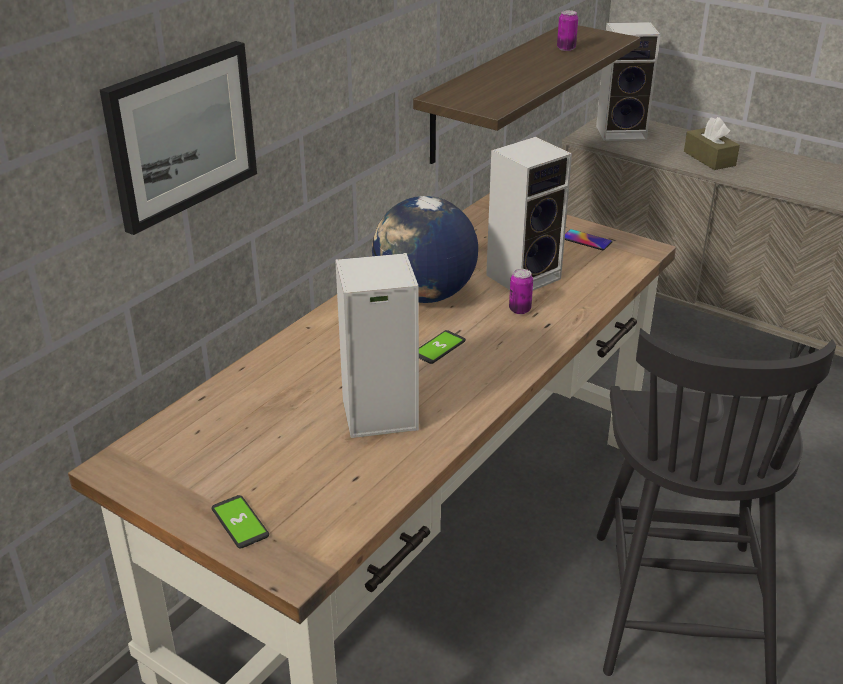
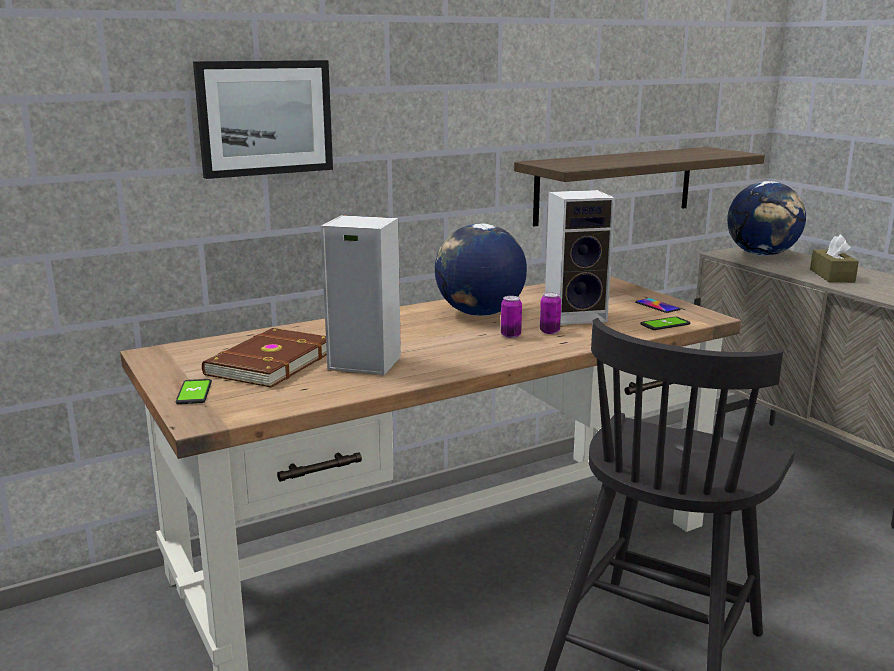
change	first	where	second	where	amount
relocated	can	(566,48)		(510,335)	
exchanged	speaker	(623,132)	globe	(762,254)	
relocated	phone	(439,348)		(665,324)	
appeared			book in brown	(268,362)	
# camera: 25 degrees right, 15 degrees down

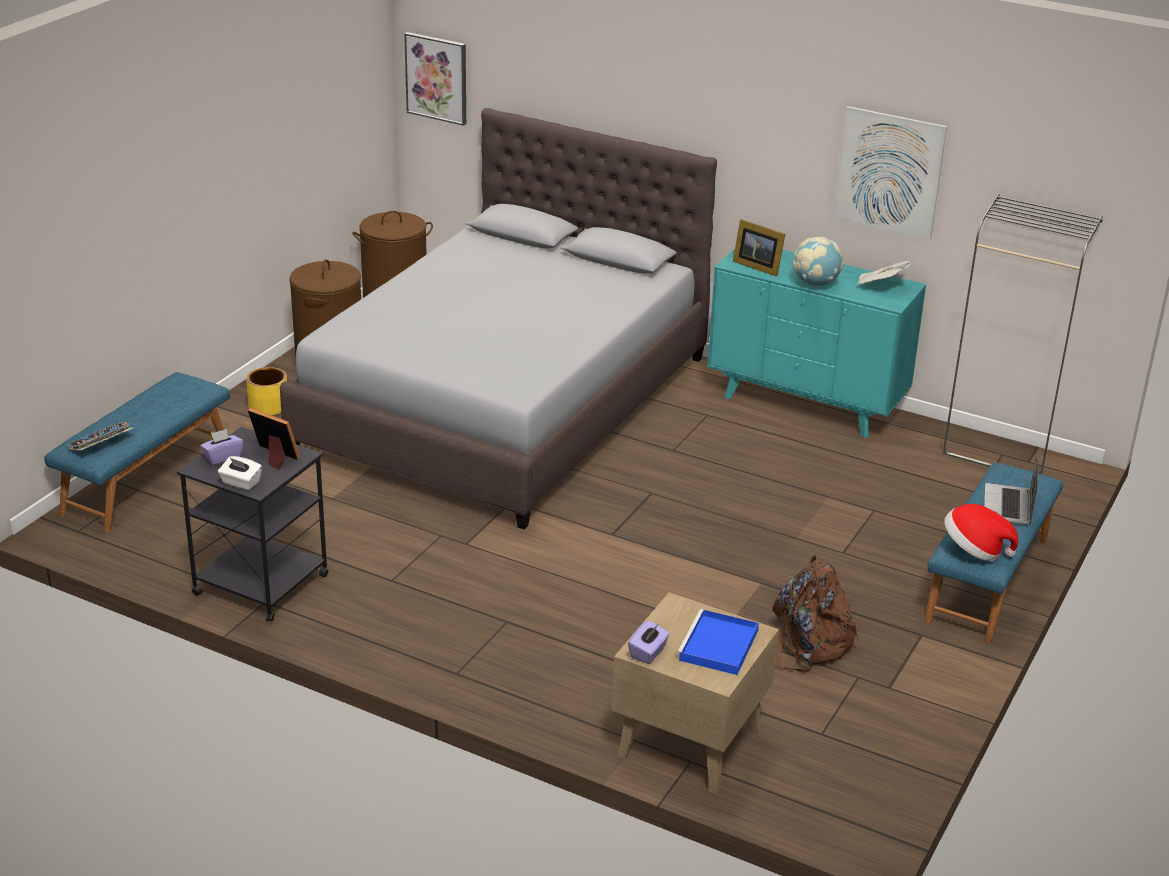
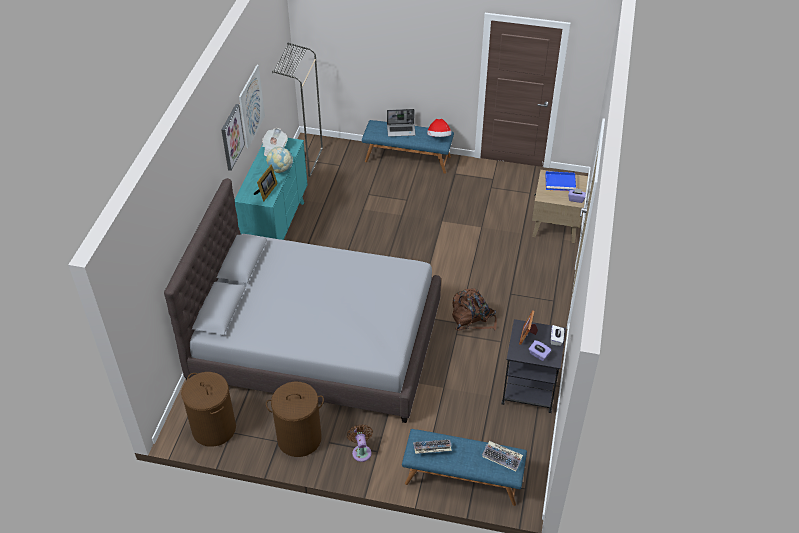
change	first	where	second	where	amount
relocated	picture	(437,78)		(231,137)	
exchanged	planter in yellow	(268,407)	fan in brown	(361,451)	
relocated	backpack in brown	(809,643)		(472,319)	
appeared			keyboard	(431,449)	
# camera: 105 degrees left, 15 degrees up

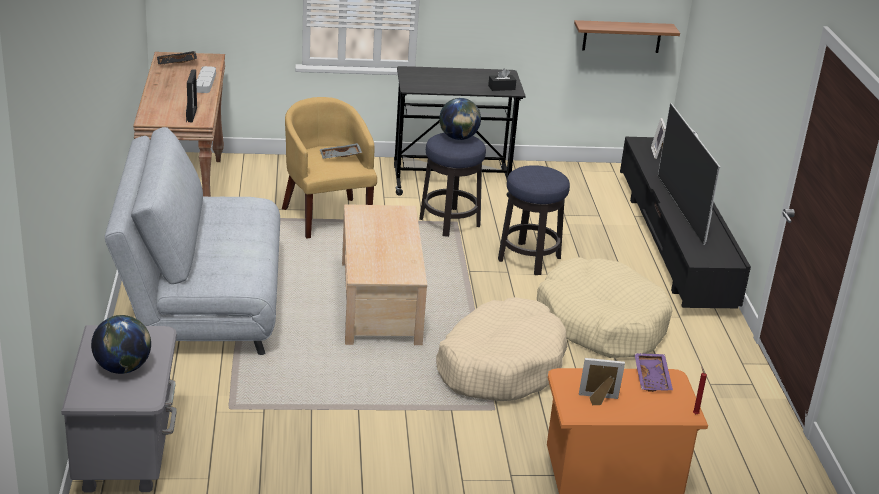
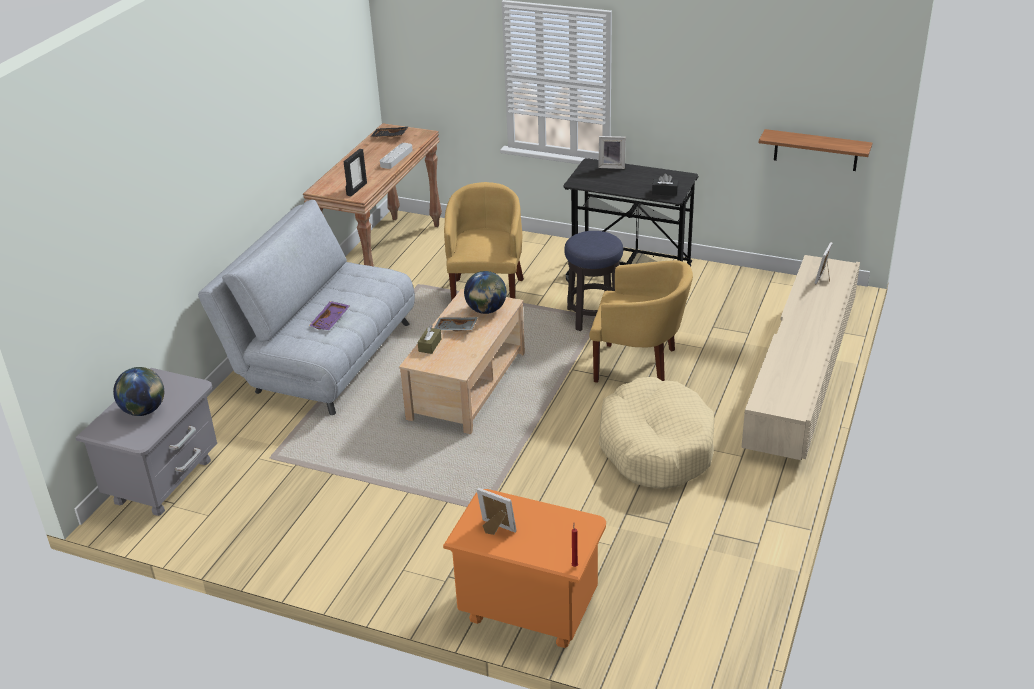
change	first	where	second	where	amount
relocated	globe	(458,138)		(486,310)	
missing	television	(681,209)			
colour	tv stand in black	(674,244)	tv stand in beige	(802,377)	
relocated	tray in grey	(340,156)		(455,329)	
exchanged	stool	(529,259)	armchair in yellow	(639,367)	
missing	dog bed in beige	(500,365)			
relocated	tray in purple	(653,378)		(331,321)	
appeared			picture frame	(612,166)	
appeared			tissue box in brown	(430,345)	
# camera: 30 degrees right, 5 degrees up

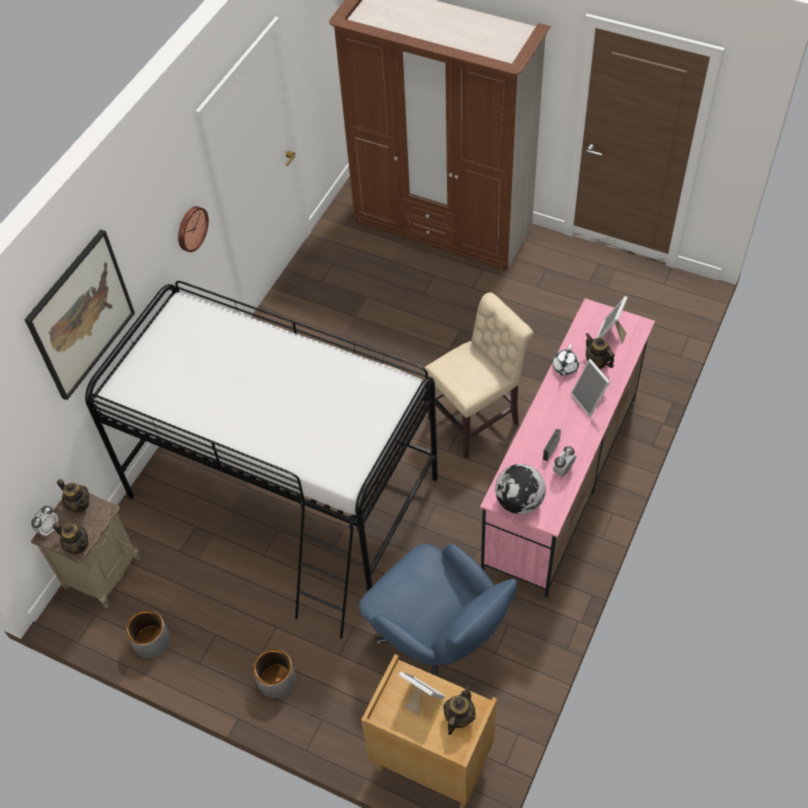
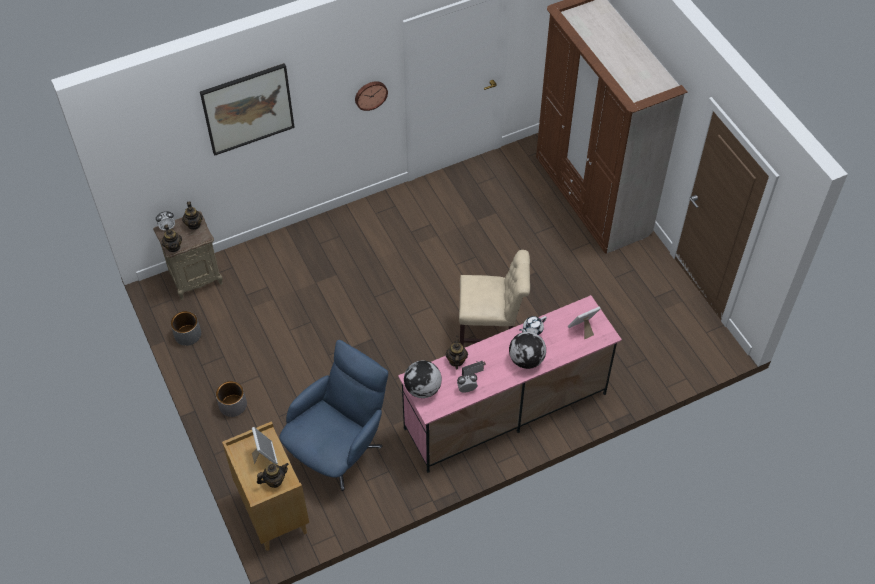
change	first	where	second	where	amount
missing	bed in black	(284,491)			
relocated	teapot	(597,362)		(456,360)	
exchanged	picture frame	(590,401)	globe	(526,360)	
spun	armchair in blue	(437,640)		(340,449)	135 degrees counterclockwise
# camera: 35 degrees right, 0 degrees up

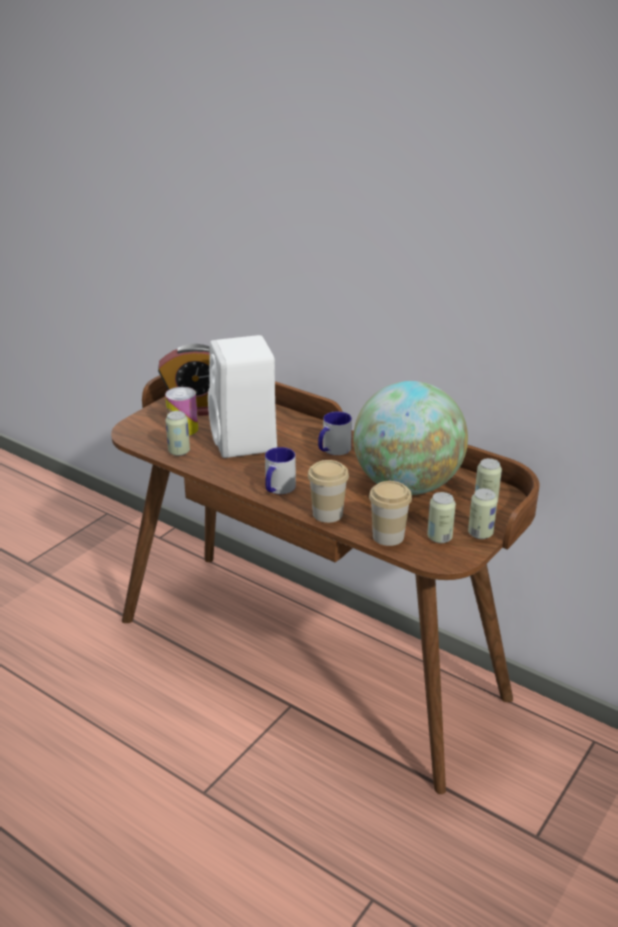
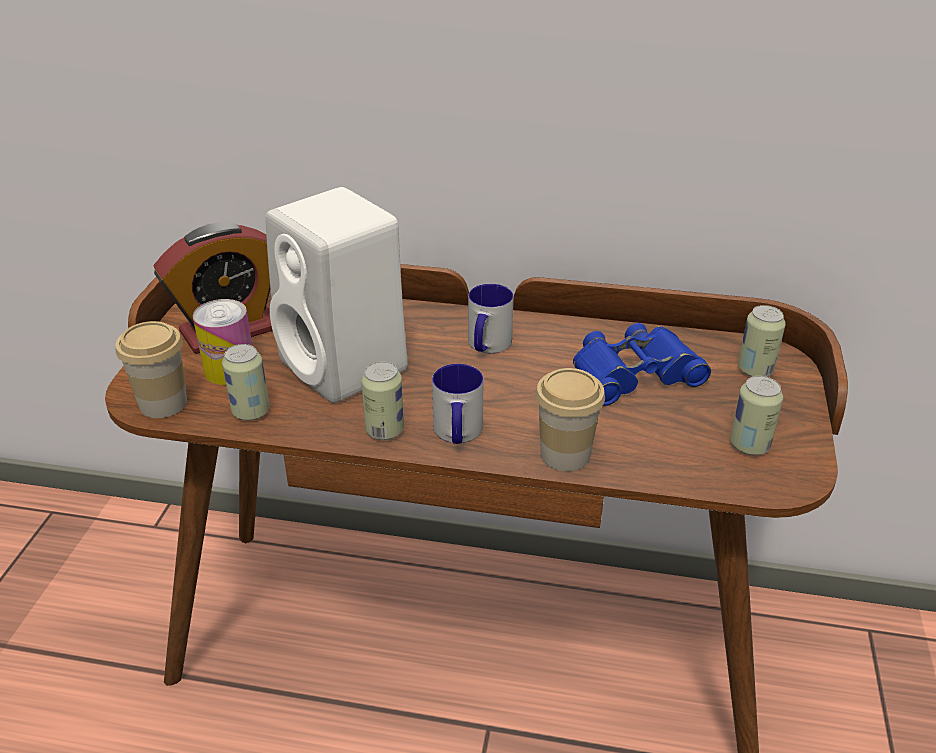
change	first	where	second	where	amount
exchanged	globe	(406,486)	binoculars in blue	(634,374)	
relocated	cup	(388,536)		(163,403)	
relocated	can	(480,533)		(385,430)	
# camera: 25 degrees left, 5 degrees up

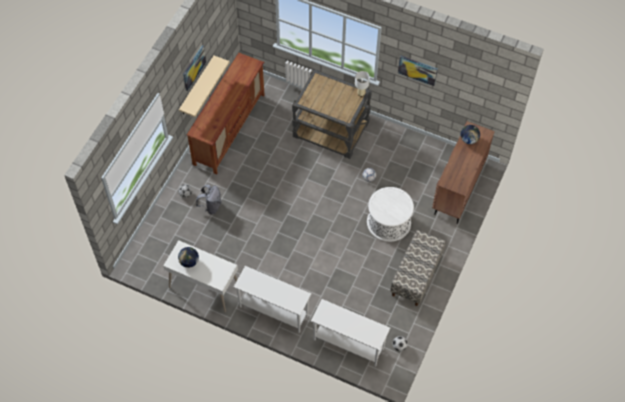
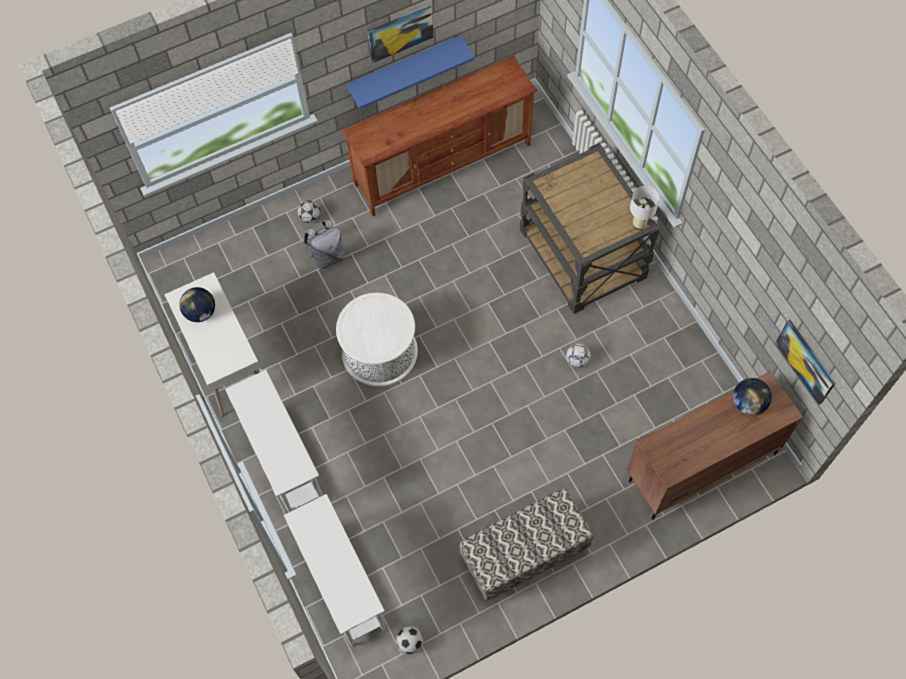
change	first	where	second	where	amount
colour	shelf in beige	(197,86)	shelf in blue	(404,67)	
relocated	picture	(417,70)		(806,361)	
relocated	coffee table in white	(388,222)		(379,351)	
# camera: 40 degrees right, 5 degrees up

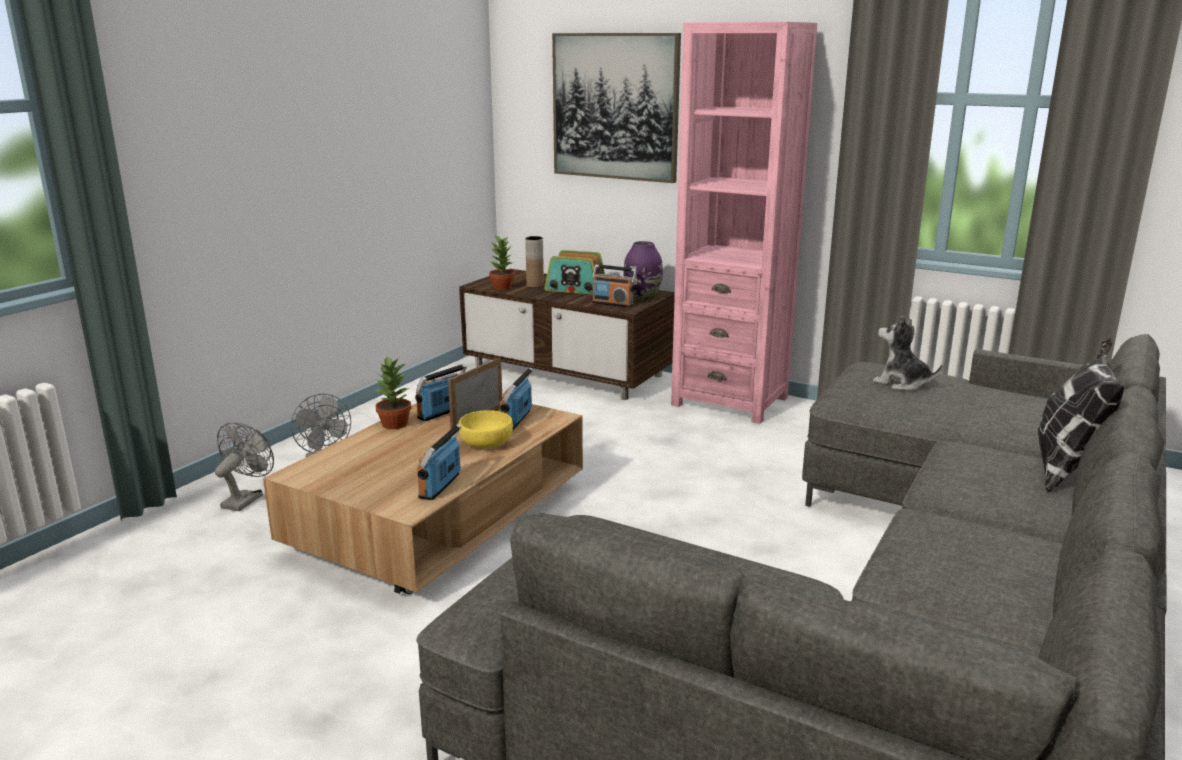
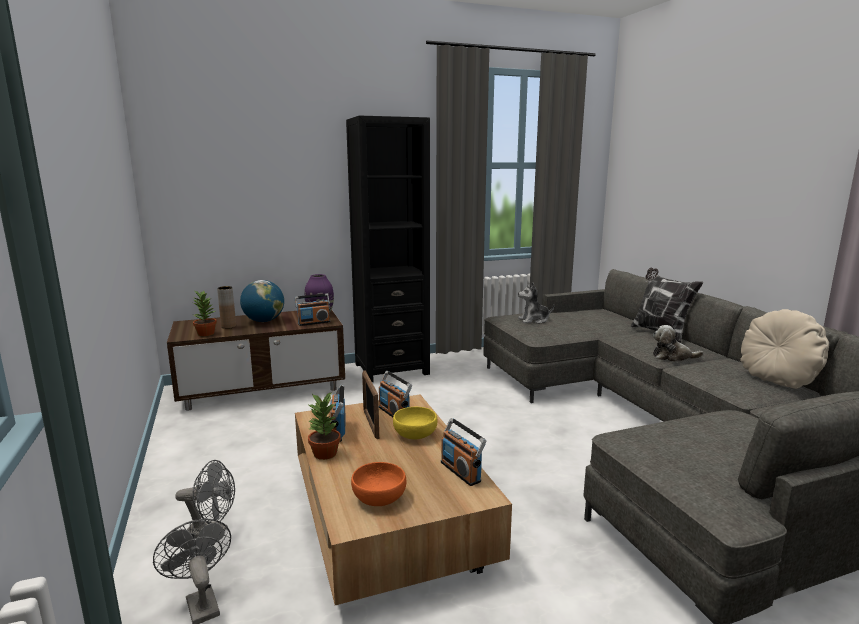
change	first	where	second	where	amount
colour	bookcase in pink	(730,401)	bookcase in black	(391,369)	
missing	picture	(615,107)			
exchanged	radio	(575,289)	globe	(264,321)	
appeared			pillow in beige	(777,381)	
appeared			plush toy	(672,357)	
appeared			bowl in orange	(378,498)	
# camera: 50 degrees left, 5 degrees down

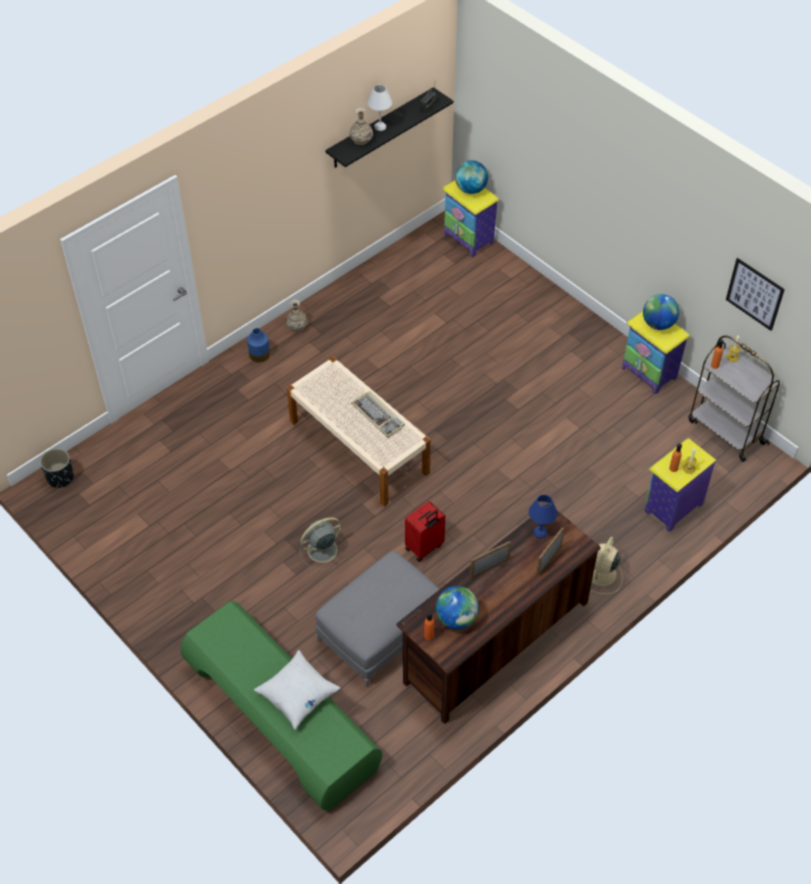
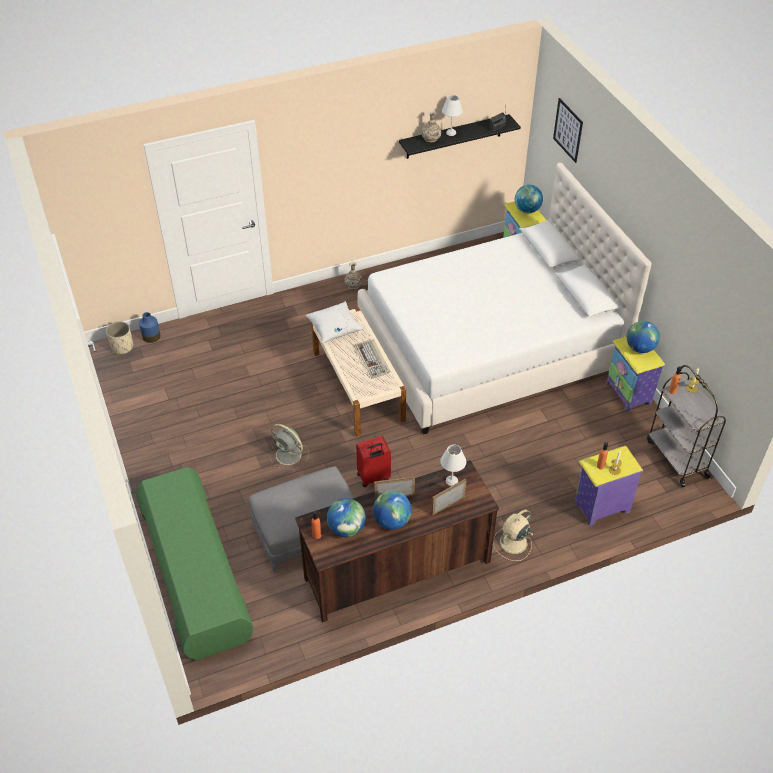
change	first	where	second	where	amount
relocated	picture	(754,294)		(568,130)	
relocated	vase in blue	(259,354)		(151,336)	
colour	planter in black	(60,477)	planter in beige	(122,347)	
colour	table lamp in blue	(539,532)	table lamp in white	(451,481)	
spun	fan in grey	(321,550)		(289,455)	135 degrees counterclockwise
relocated	pillow in grey	(297,695)		(334,328)	
appeared			bed in white	(489,347)	
appeared			globe	(392,521)	
# camera: 20 degrees right, 5 degrees down

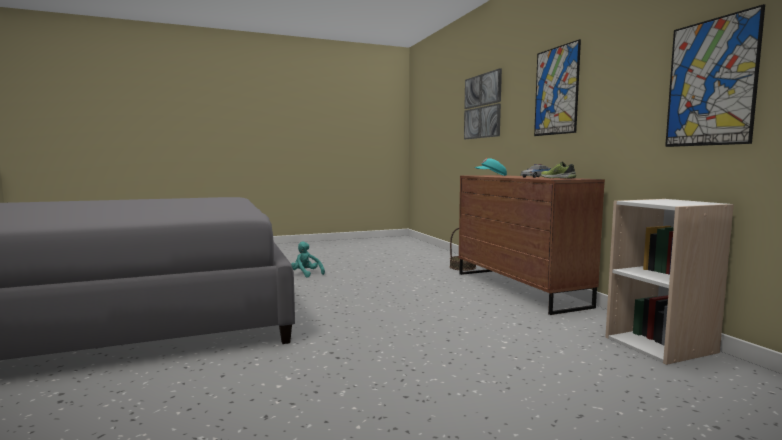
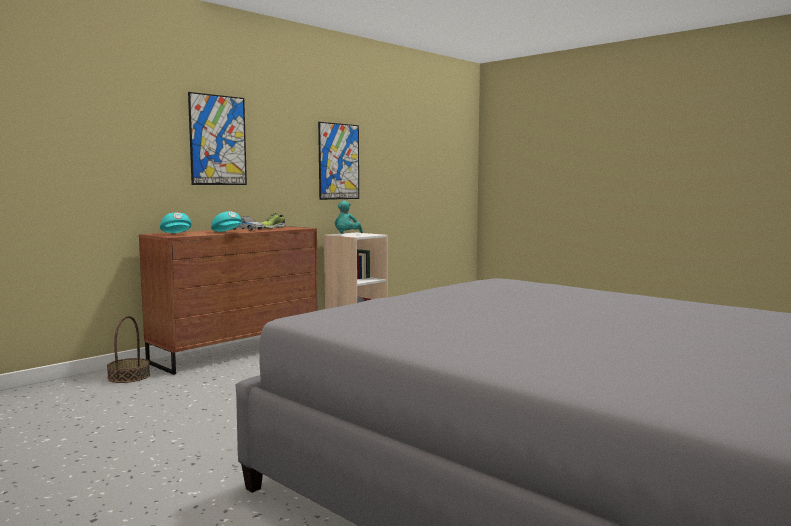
change	first	where	second	where	amount
missing	picture	(482,106)			
relocated	plush toy in turquoise	(306,274)		(347,235)	
appeared			cap in turquoise	(228,232)	
# camera: 115 degrees left, 0 degrees up

